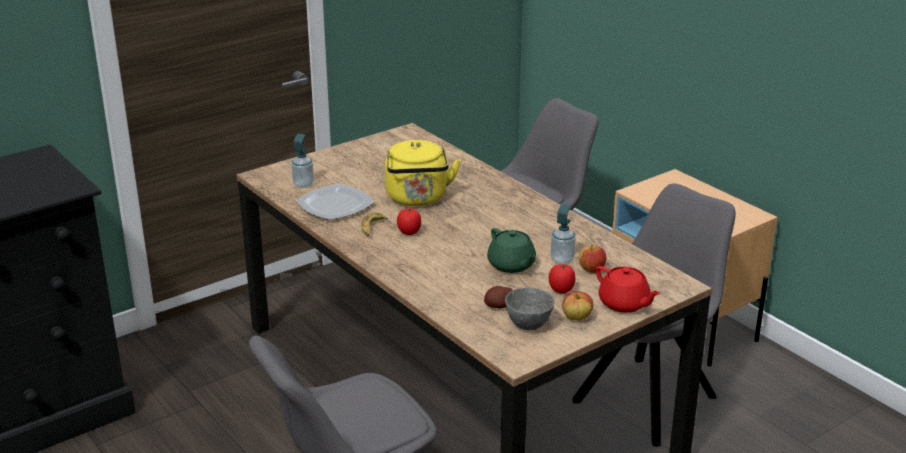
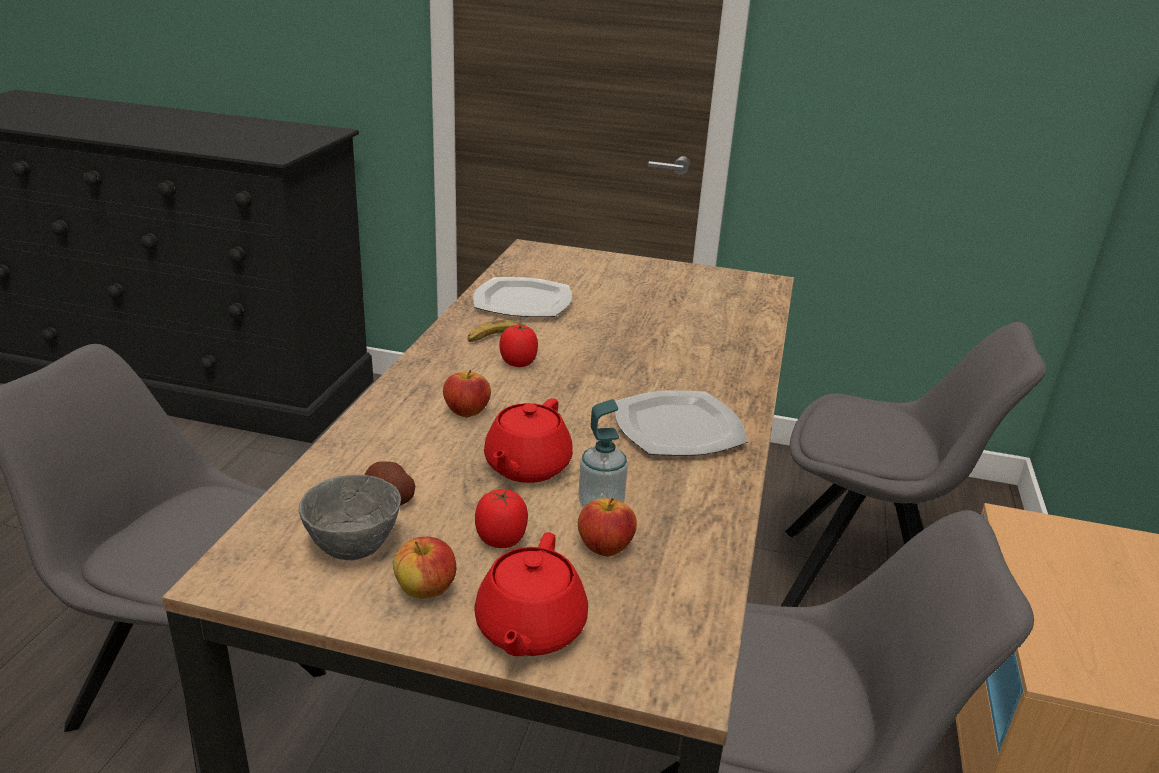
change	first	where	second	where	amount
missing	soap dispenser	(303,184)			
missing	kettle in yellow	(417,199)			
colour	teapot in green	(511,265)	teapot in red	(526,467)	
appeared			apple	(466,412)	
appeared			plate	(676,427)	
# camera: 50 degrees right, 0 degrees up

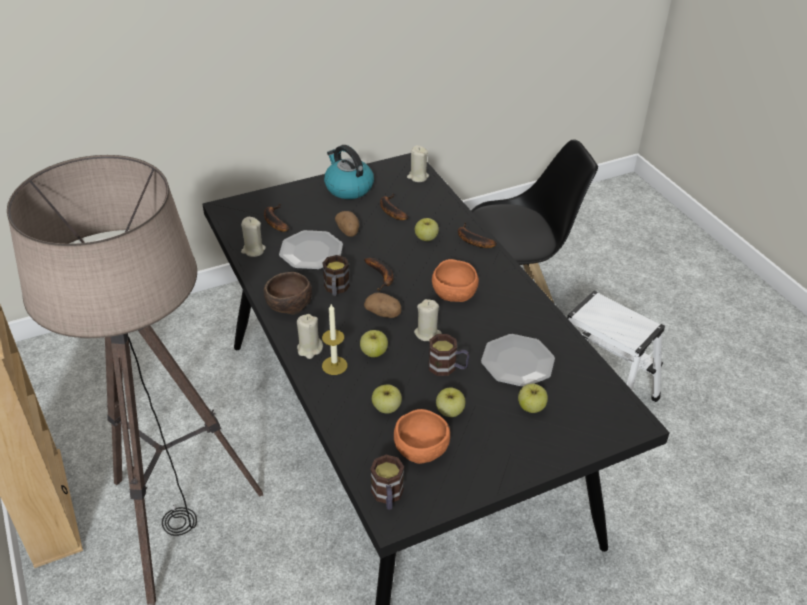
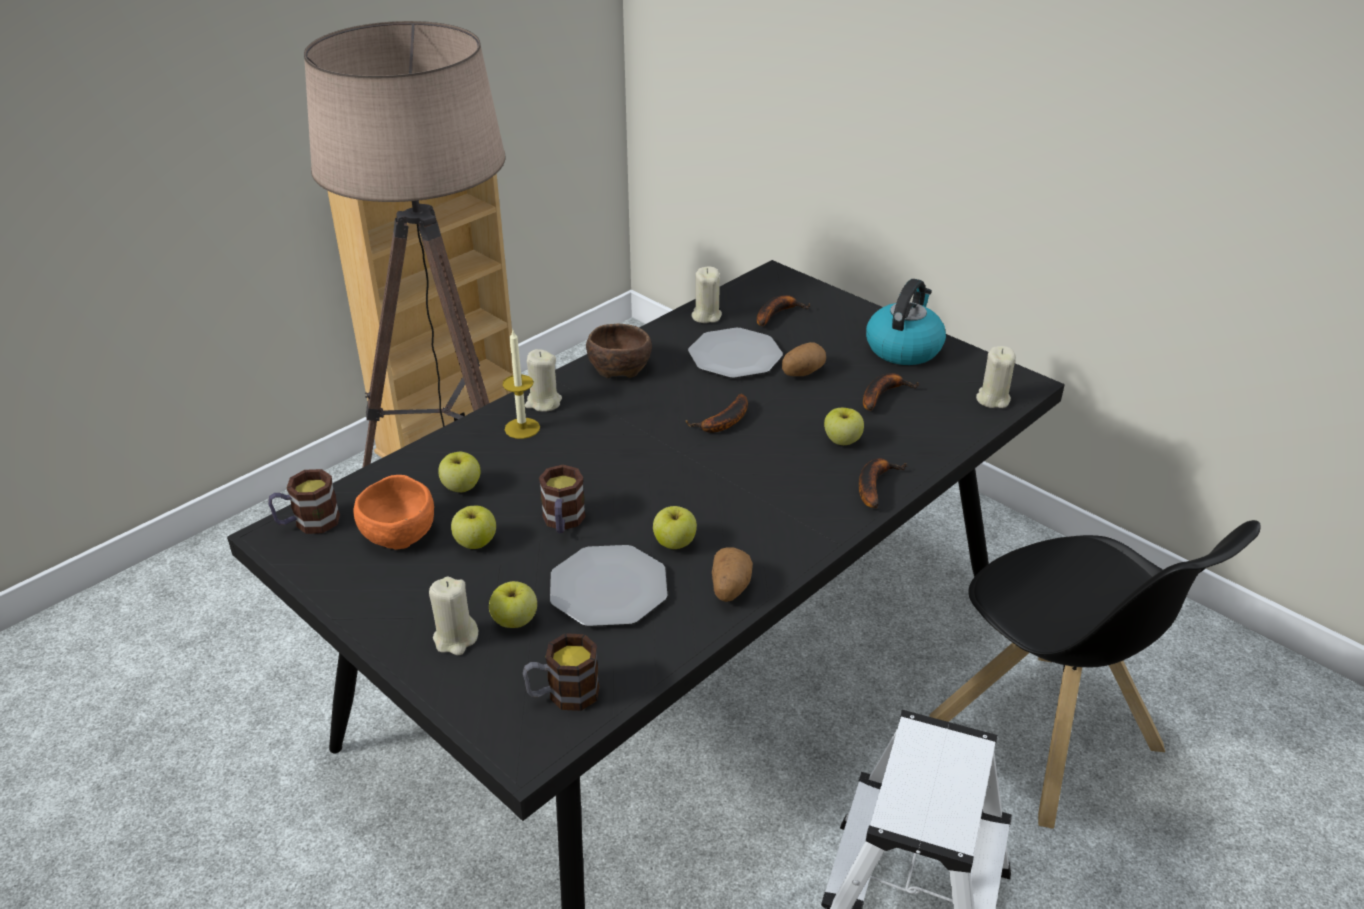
change	first	where	second	where	amount
relocated	mug	(336,289)		(563,694)	
missing	bowl in orange	(455,293)			
relocated	potato	(383,313)		(729,588)	
relocated	candle in beige	(427,333)		(455,638)	
relocated	apple	(373,352)		(675,543)	
# camera: 70 degrees right, 5 degrees down

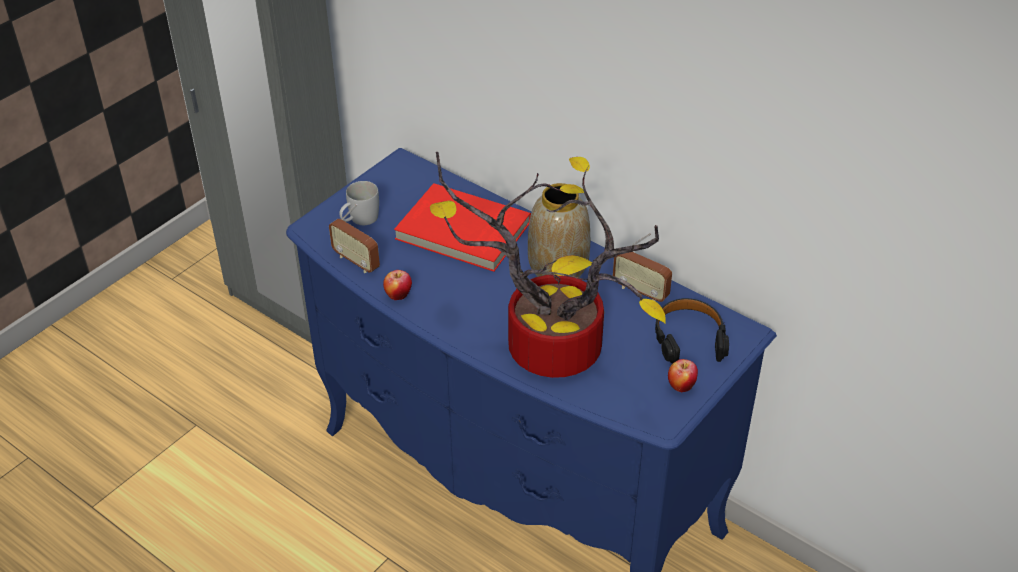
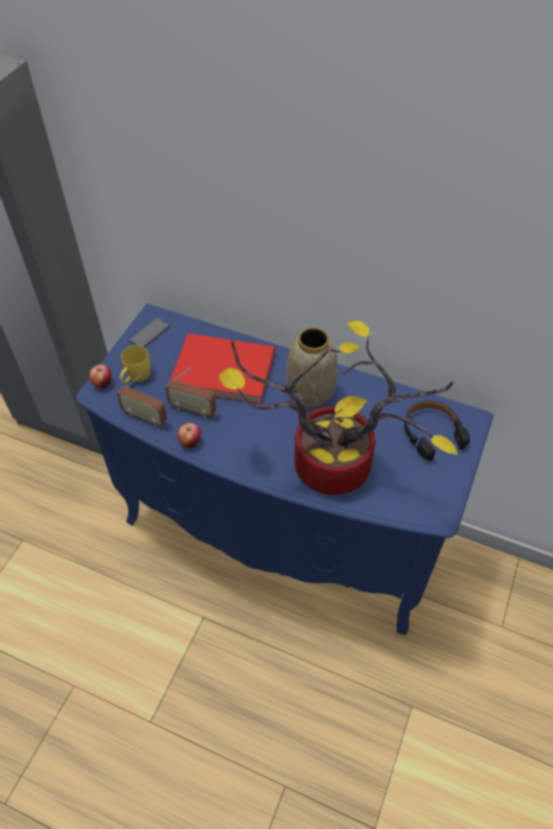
change	first	where	second	where	amount
colour	mug in white	(359,220)	mug in yellow	(135,377)	
relocated	radio	(640,291)		(193,409)	
relocated	apple	(681,386)		(102,383)	
appeared			phone	(149,334)	
# camera: 15 degrees left, 10 degrees up

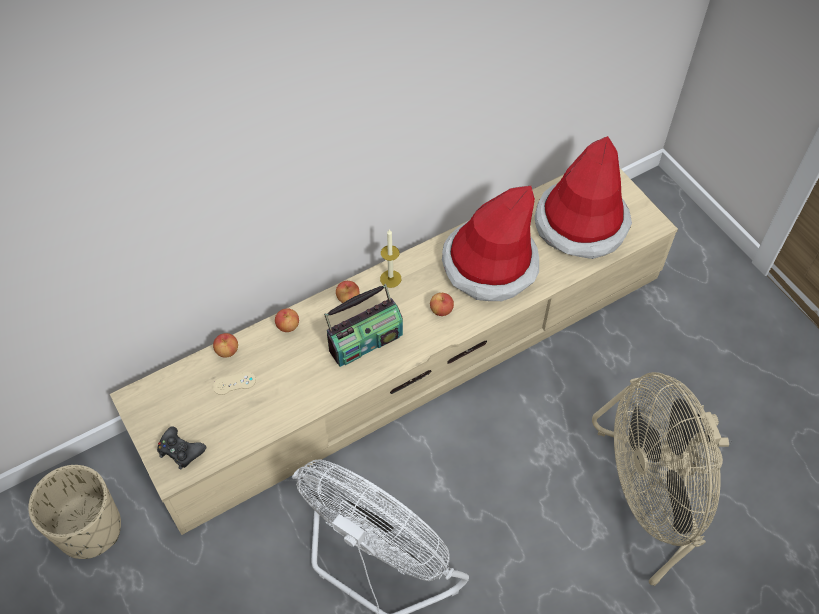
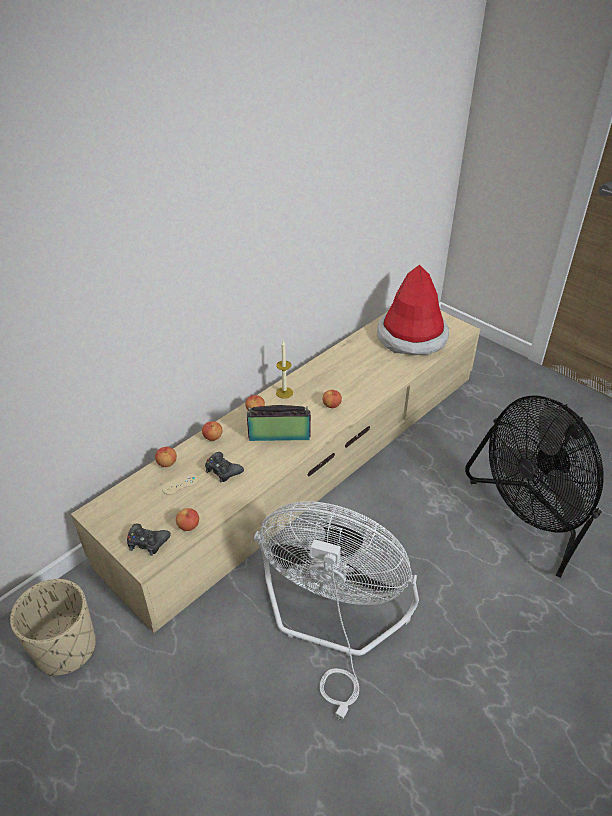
change	first	where	second	where	amount
missing	hat	(489,264)			
spun	radio	(365,341)		(279,435)	135 degrees counterclockwise
colour	fan in beige	(655,492)	fan in black	(530,512)	
appeared			game controller in black	(223,470)	
appeared			apple	(188,526)	
# camera: 15 degrees left, 15 degrees down

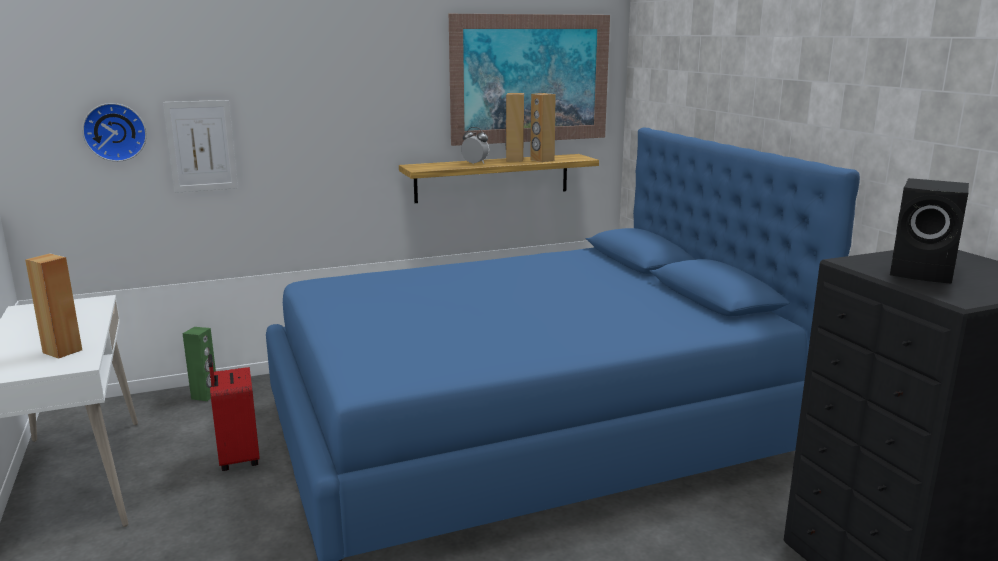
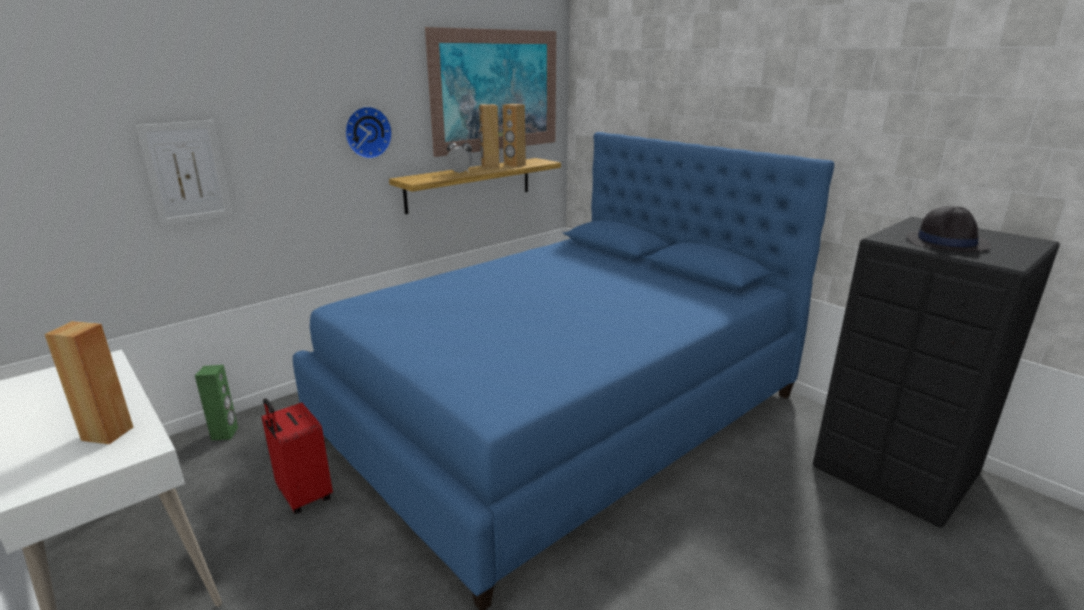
change	first	where	second	where	amount
relocated	wall clock	(115,132)		(367,132)	
exchanged	speaker in black	(924,273)	hat in black	(947,242)	
# camera: 20 degrees left, 5 degrees up

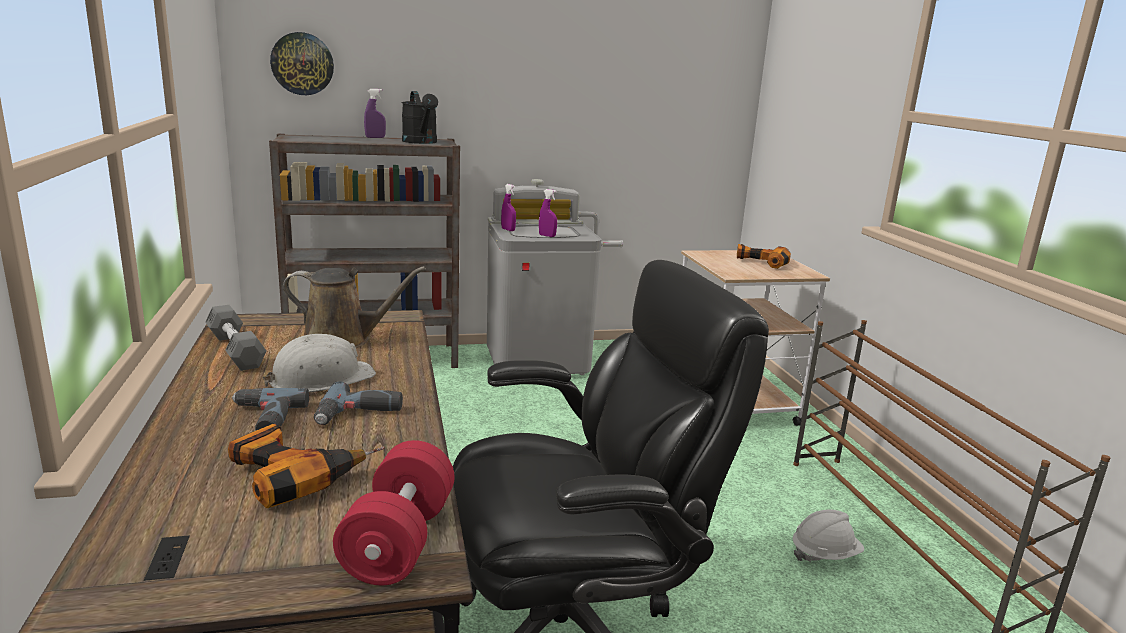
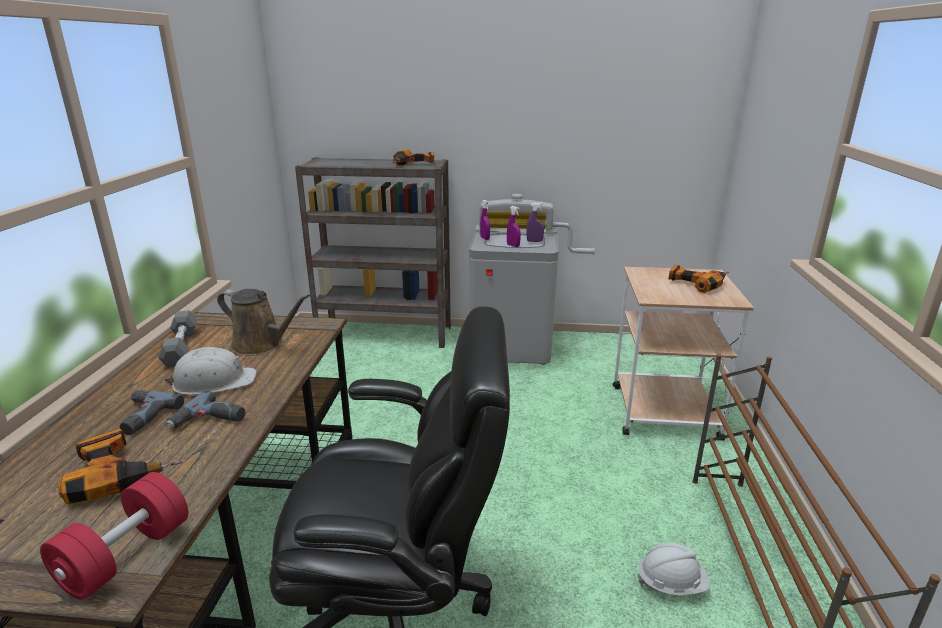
change	first	where	second	where	amount
missing	wall clock	(302,64)			
relocated	spray bottle in purple	(375,137)		(534,241)	
exchanged	watering can in black	(421,142)	power drill	(414,165)	
# camera: 20 degrees right, 5 degrees up

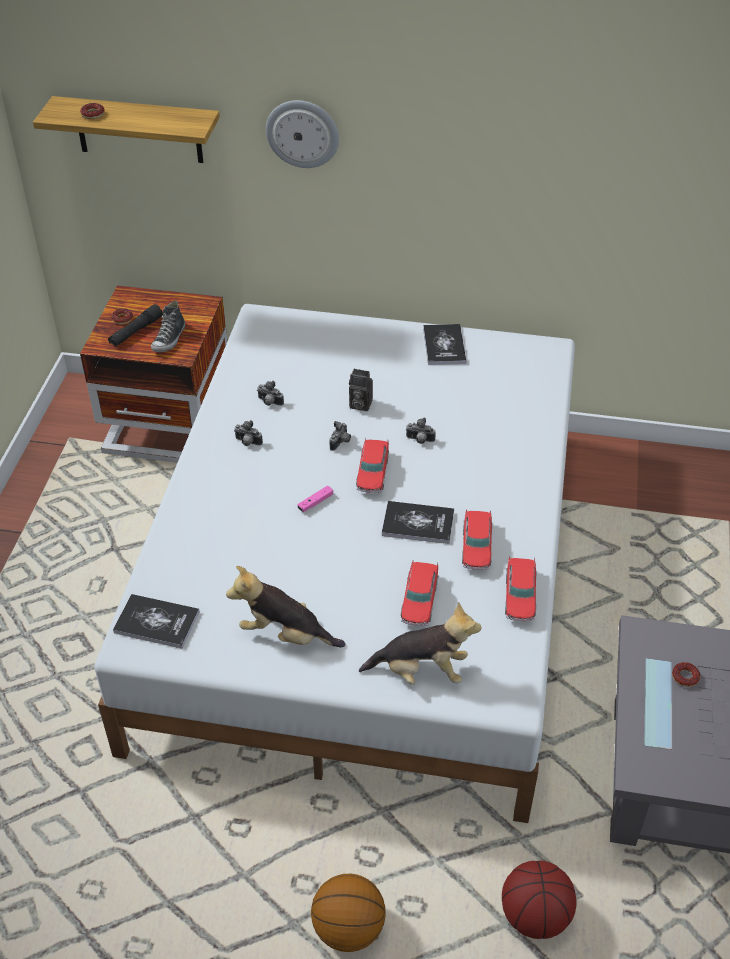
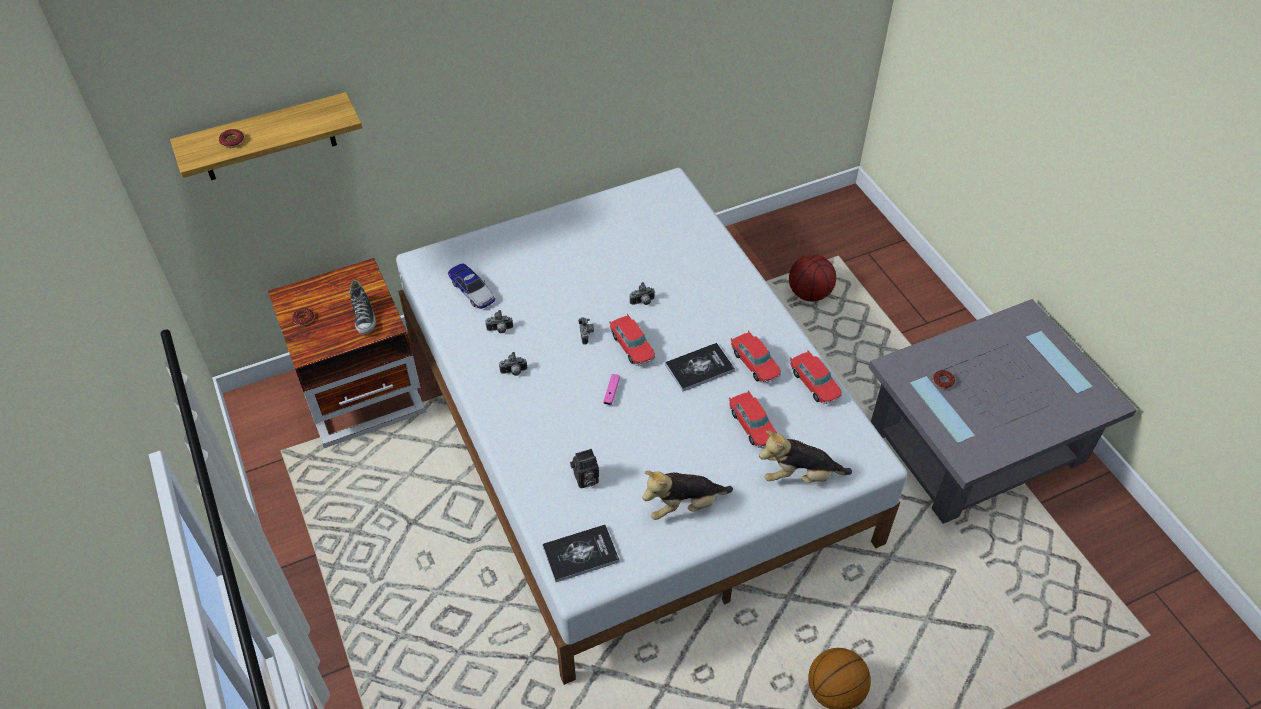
change	first	where	second	where	amount
missing	wall clock	(302,133)			
missing	flashlight in black	(136,331)			
missing	book	(444,345)			
relocated	photo camera	(359,404)		(585,480)	
spun	plush toy	(421,671)		(799,475)	150 degrees counterclockwise
relocated	basketball	(535,915)		(809,293)	
appeared			toy car	(472,290)	
# camera: 35 degrees left, 5 degrees up

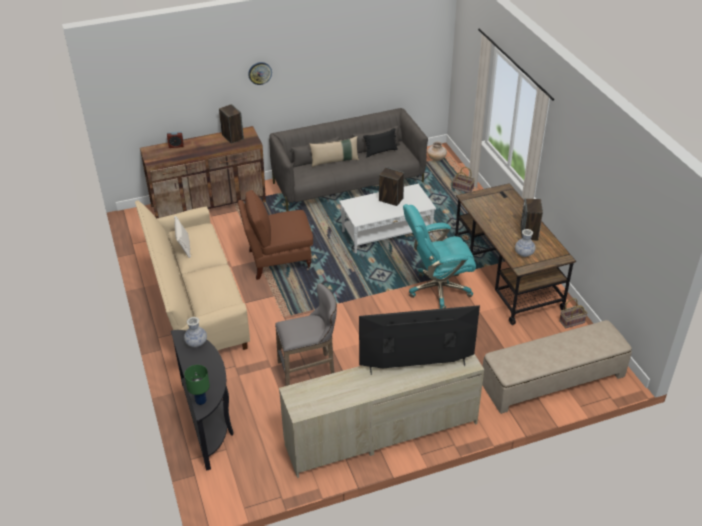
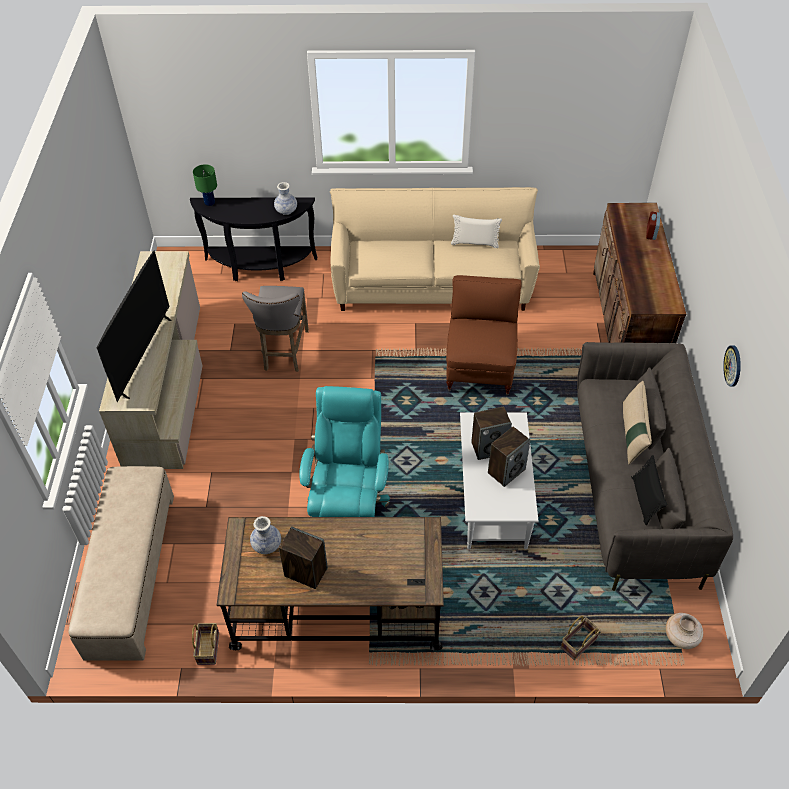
change	first	where	second	where	amount
relocated	wall clock	(260,73)		(733,365)	
relocated	speaker	(232,137)		(489,448)	
# camera: 110 degrees right, 10 degrees up

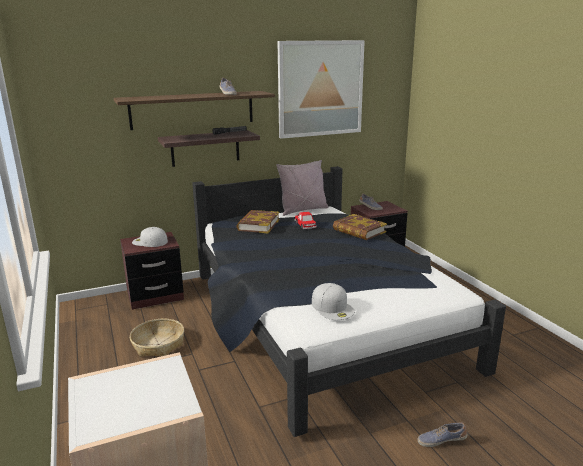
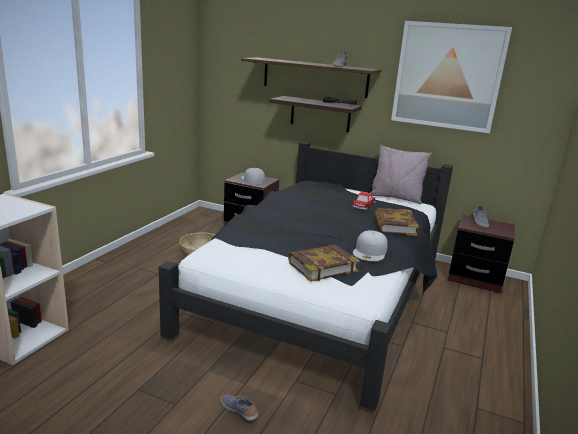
change	first	where	second	where	amount
relocated	book	(258,225)		(322,267)	
relocated	cap in white	(333,307)		(370,251)	
# camera: 45 degrees right, 0 degrees up

